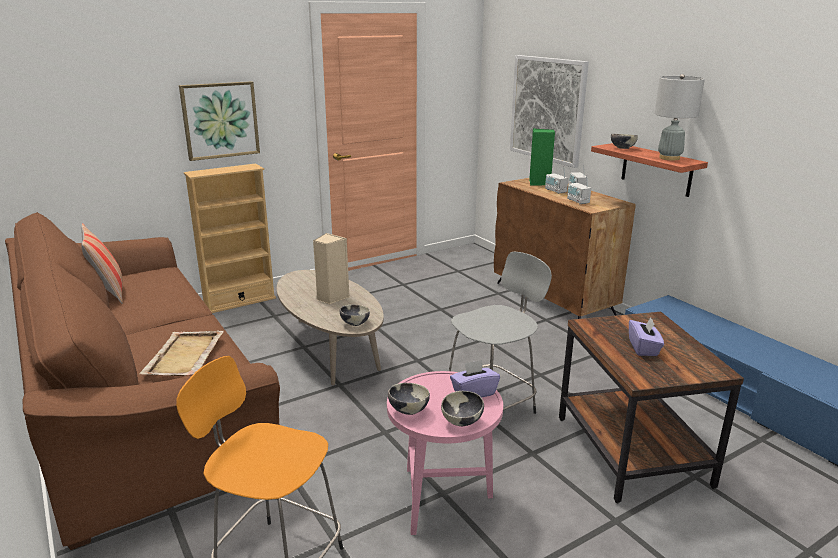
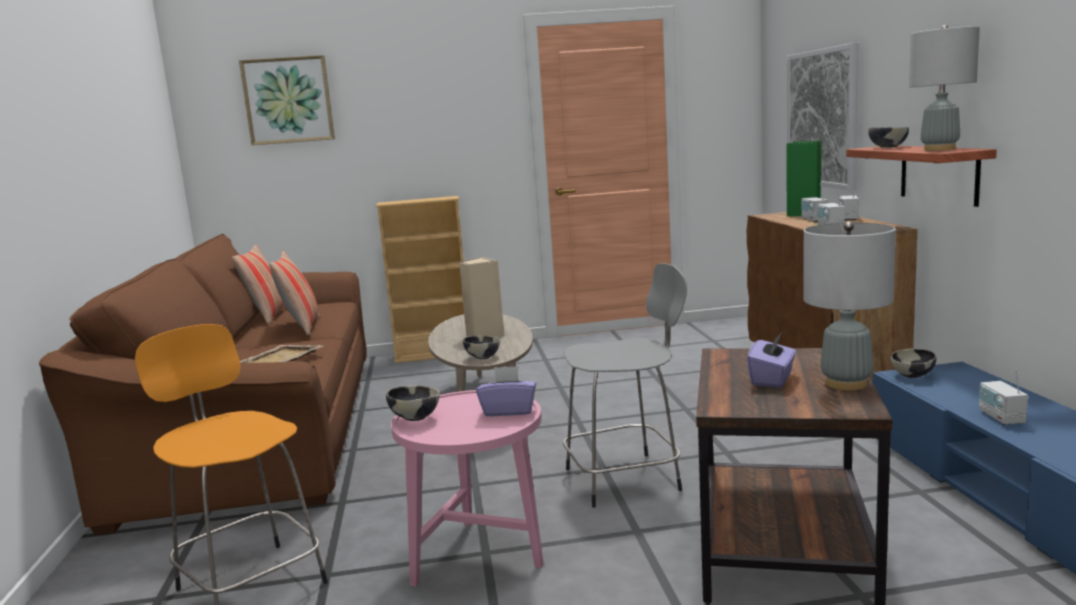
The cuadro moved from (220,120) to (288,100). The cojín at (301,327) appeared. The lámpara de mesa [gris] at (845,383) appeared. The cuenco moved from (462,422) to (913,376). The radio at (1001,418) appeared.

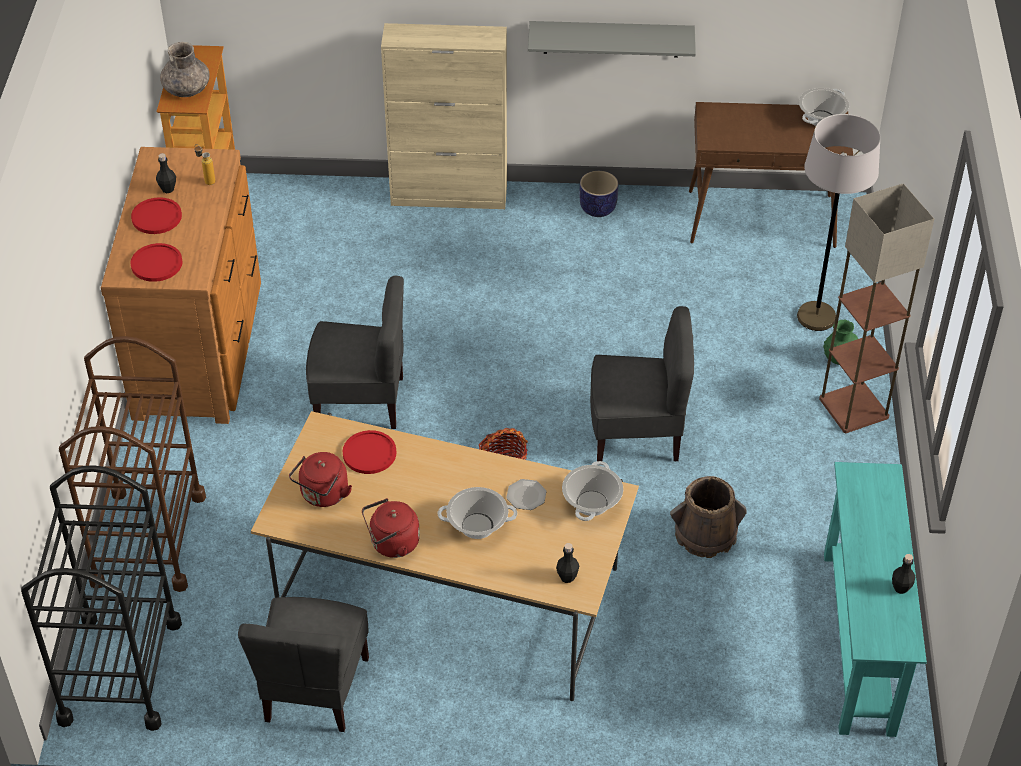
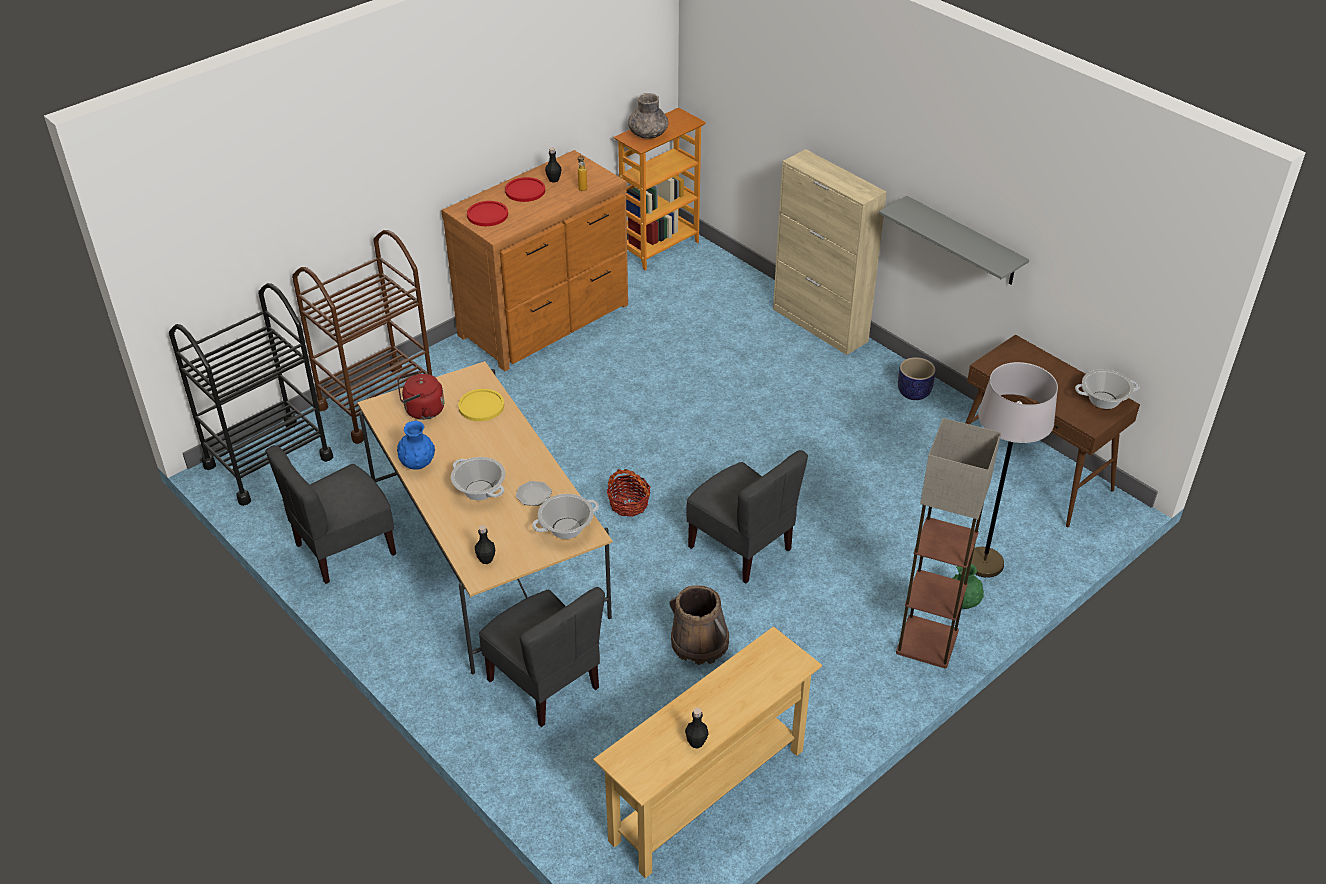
The hervidor [rojo] at (392,544) was replaced by the florero [azul] at (418,464). The plato [rojo] at (369,453) became the plato [amarillo] at (481,406). The silla [gris] moved from (360,401) to (545,683). The mesa consola [turquesa] at (859,642) became the mesa consola [beis] at (708,795).

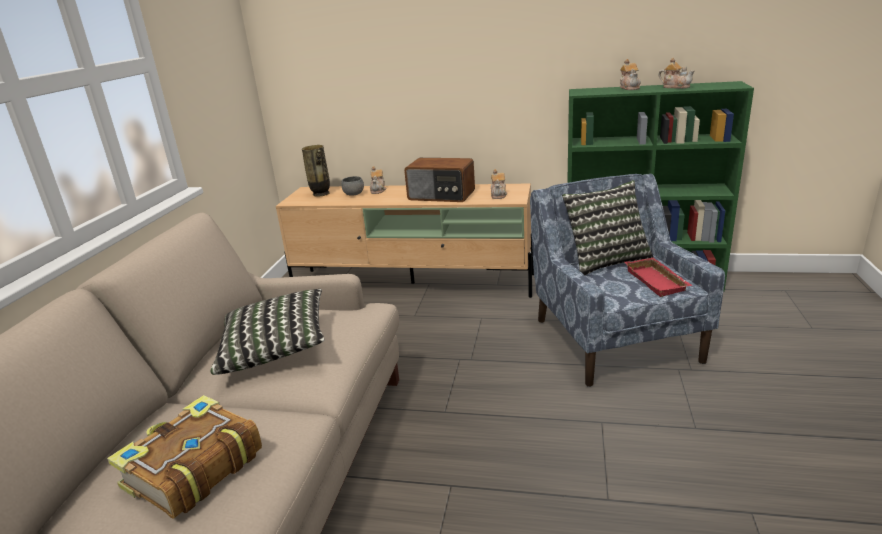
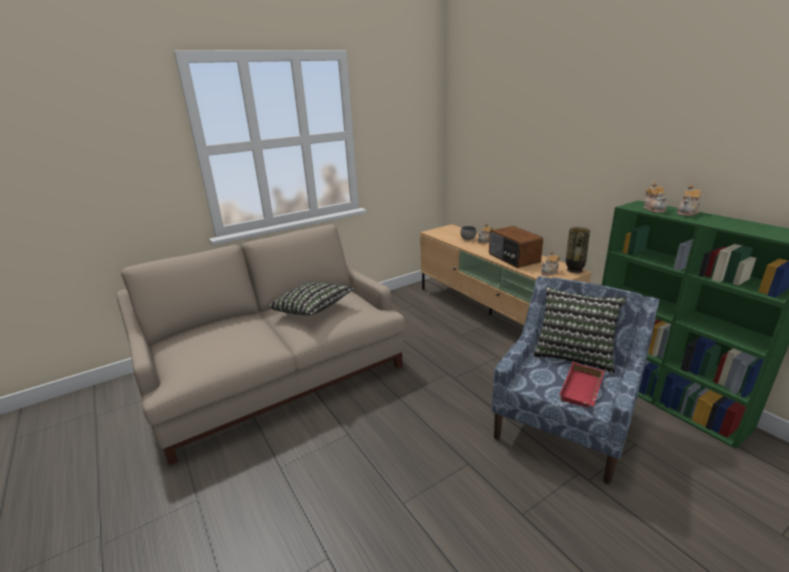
The florero moved from (321,194) to (574,270). The tetera moved from (675,87) to (654,209). The libro at (192,469) disappeared.

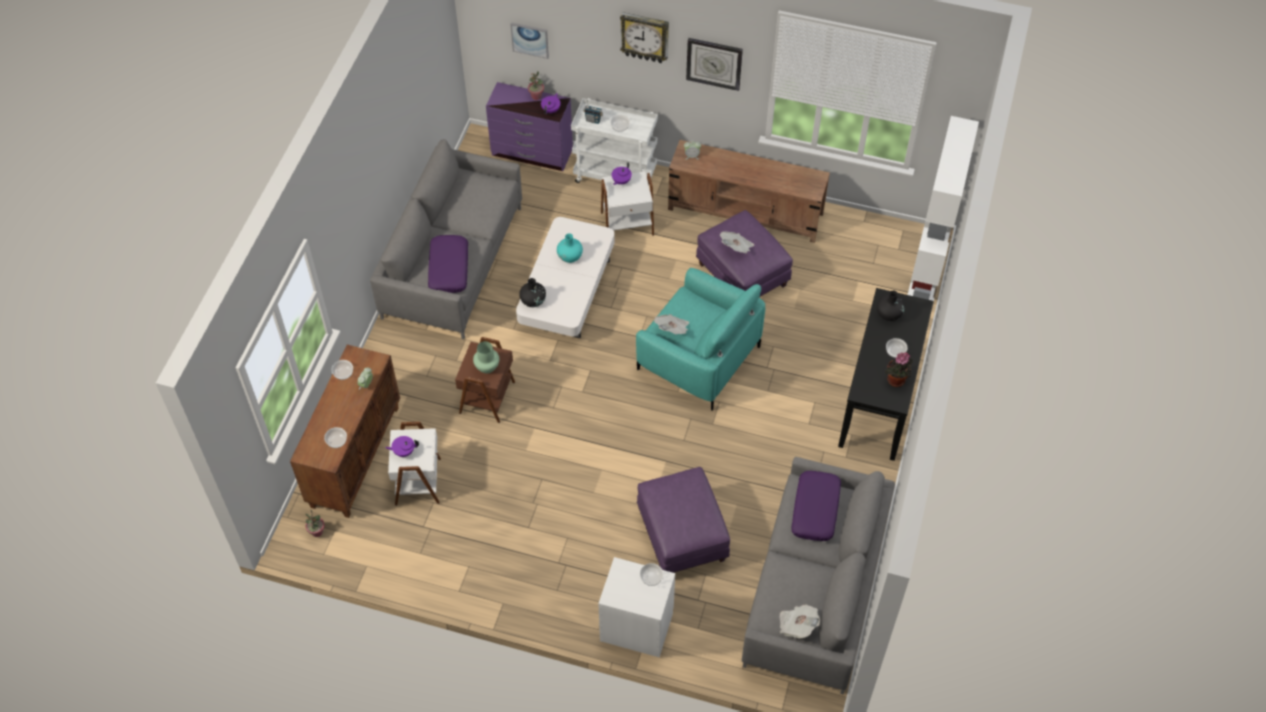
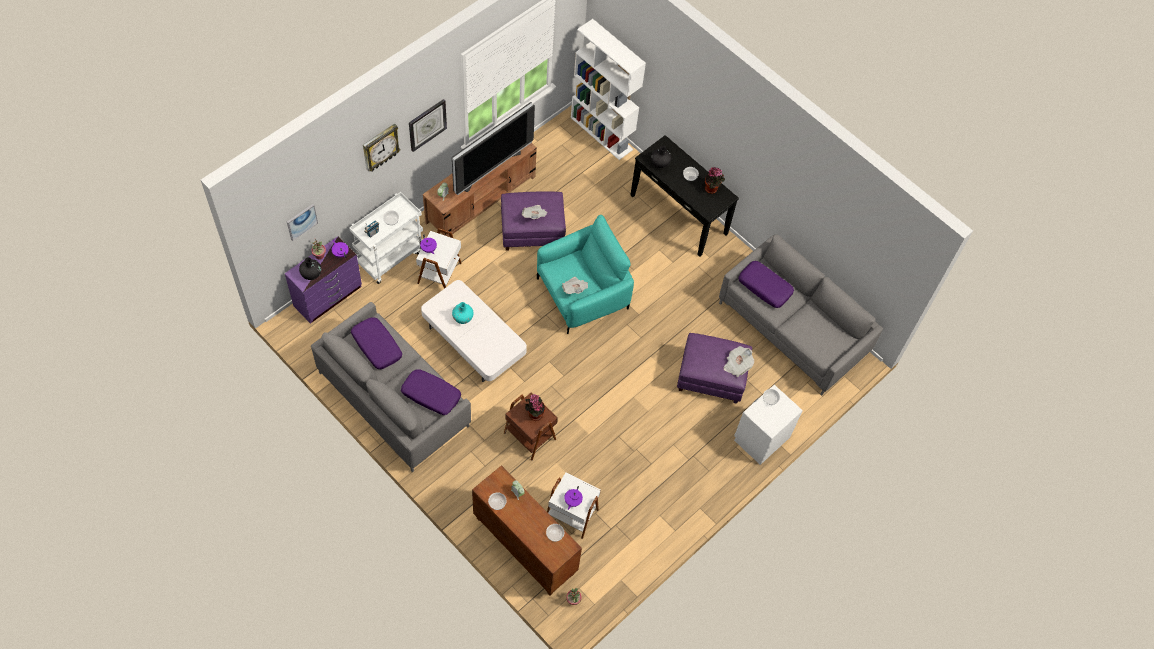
The florero [negro] moved from (533,301) to (311,274). The cojín [morado] at (376,346) appeared. The televisor at (490,168) appeared. The florero [verde] at (487,366) was replaced by the planta en maceta at (534,414). The periódico moved from (797,625) to (737,365).

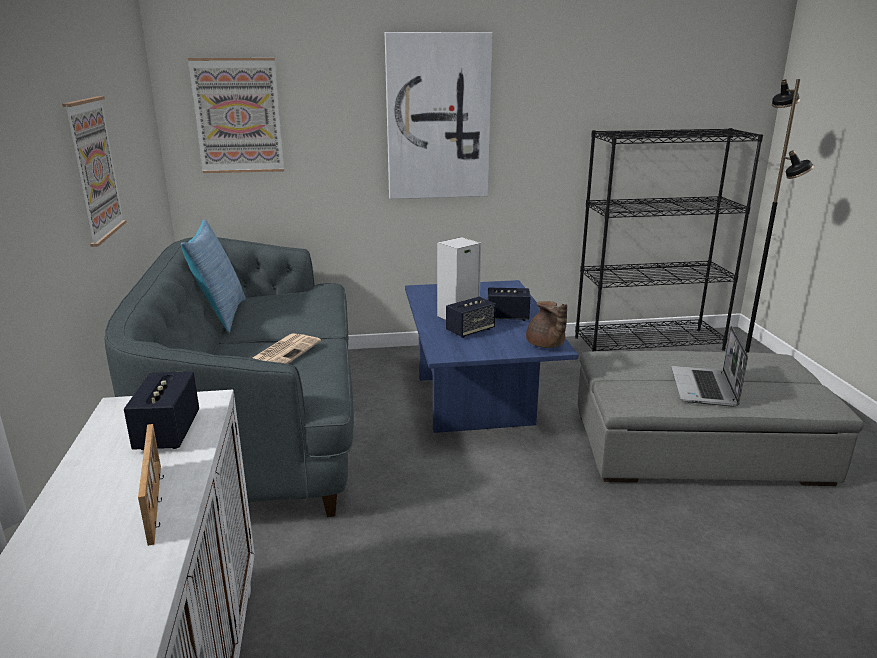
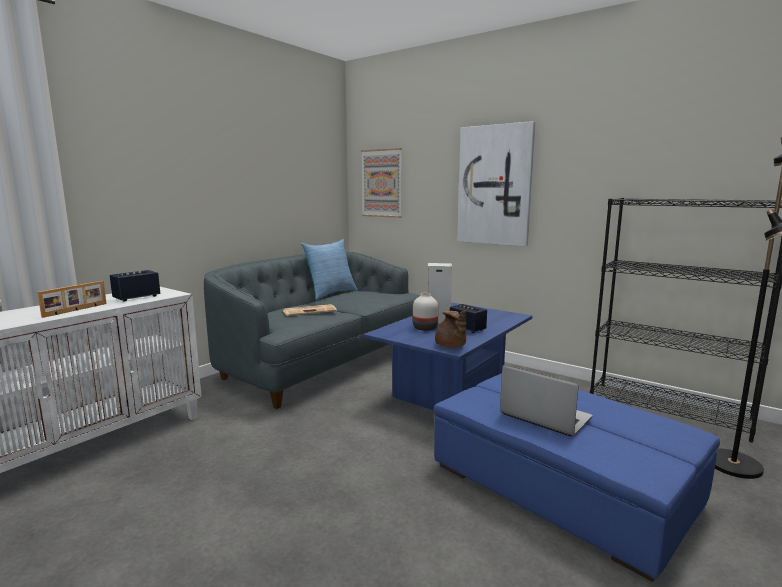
The altavoz at (470,330) was replaced by the florero [blanco] at (425,328). The puf [gris] at (696,446) became the puf [azul] at (561,484). The tetera [marrón] at (546,345) turned 45 degrees counterclockwise. The portátil at (704,388) turned 75 degrees clockwise. The cuadro at (94,169) disappeared.

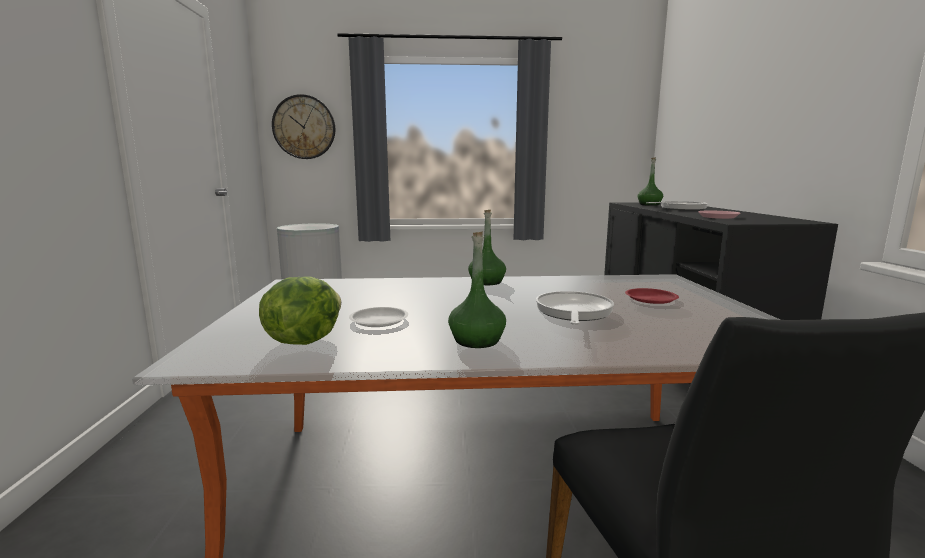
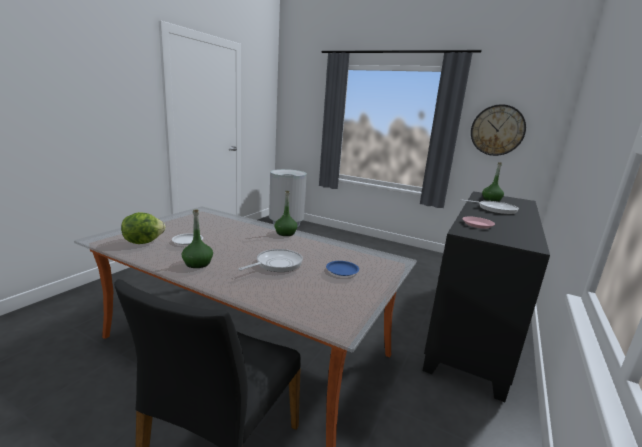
The plato [rojo] at (650,299) became the plato [azul] at (342,270). The reloj de pared moved from (304,127) to (497,130).

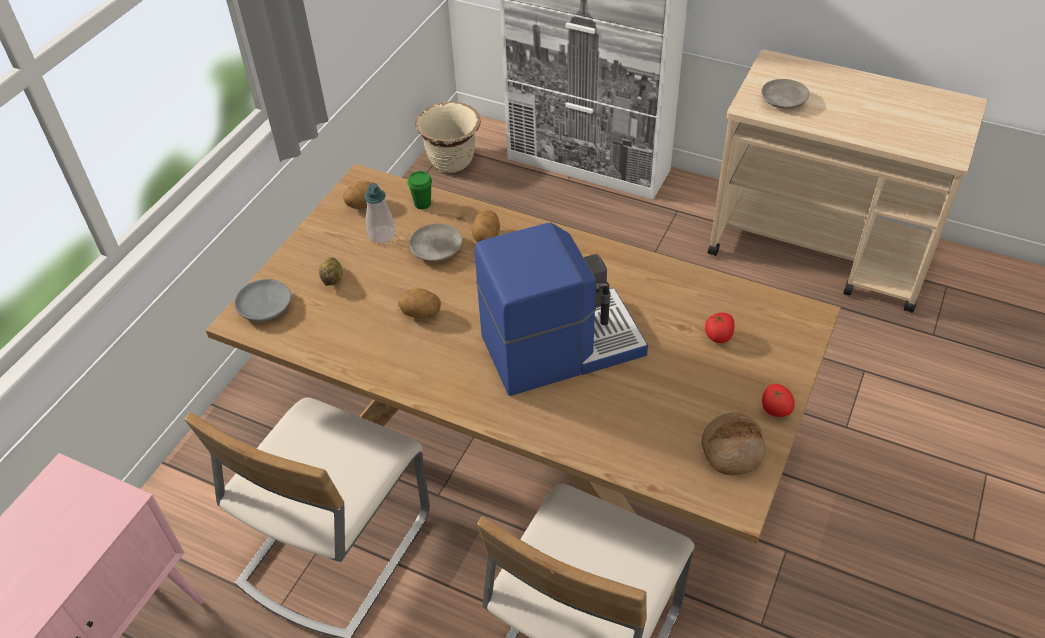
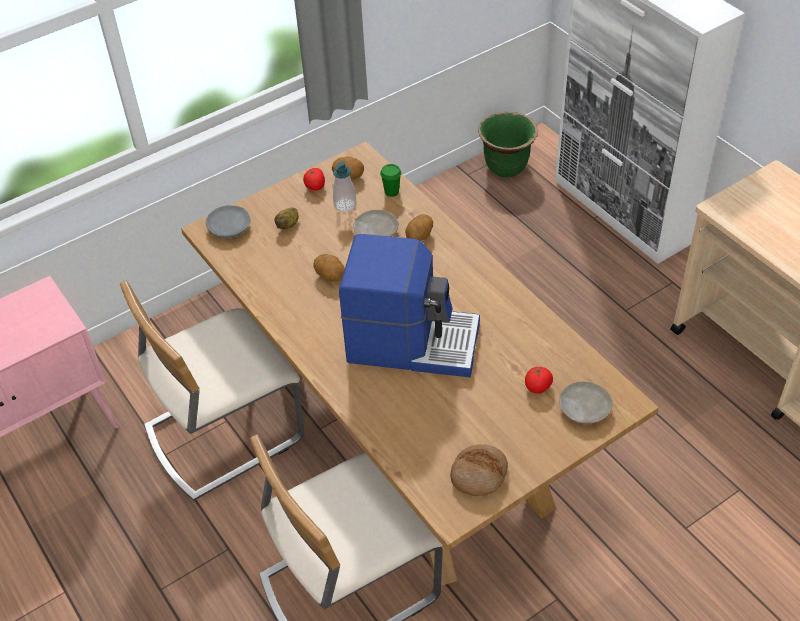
The tomate moved from (775,409) to (315,186). The maceta [beis] at (452,162) became the maceta [verde] at (506,167). The plato [beis] moved from (783,100) to (584,408).

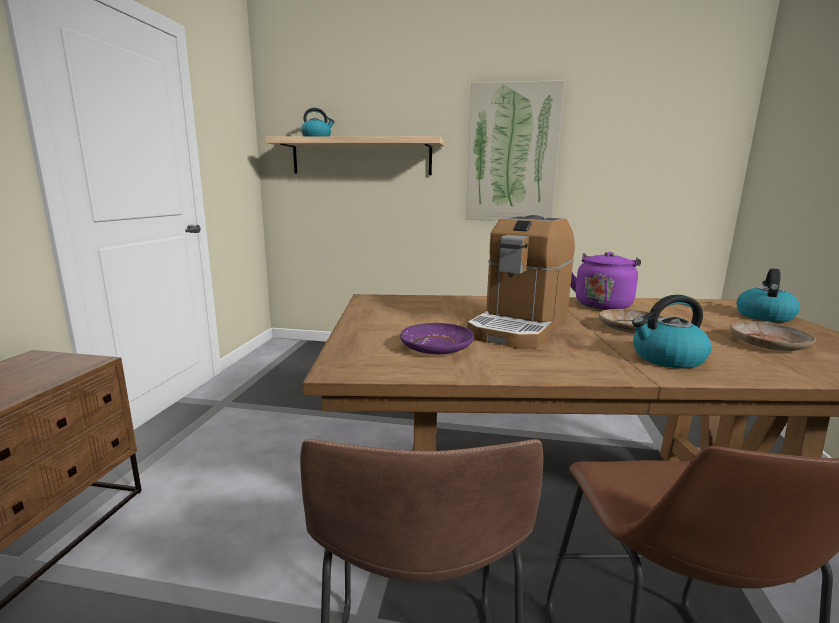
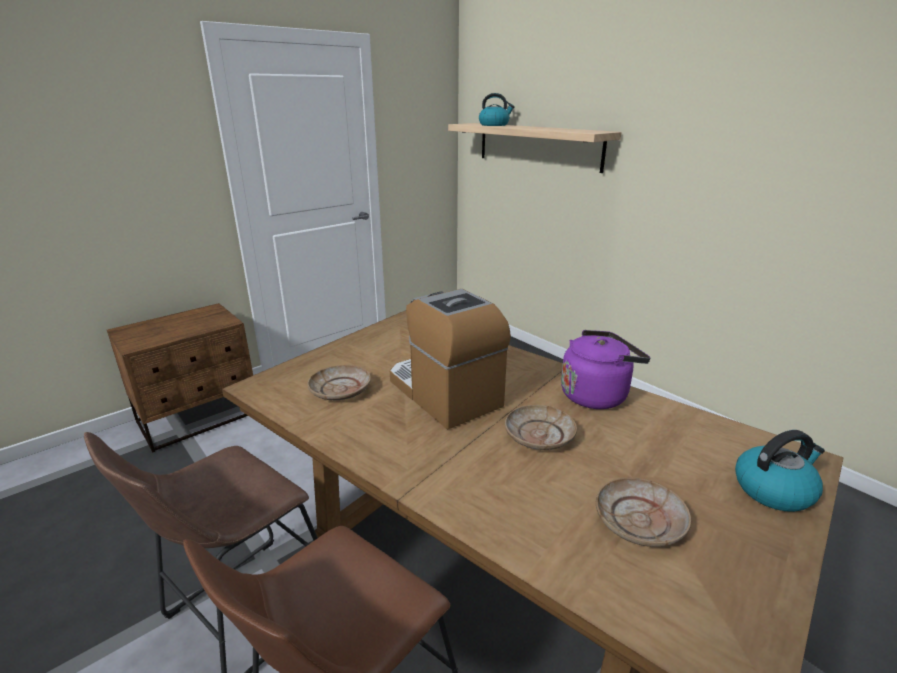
The plato [morado] at (437,347) became the plato [beis] at (340,390). The cafetera at (519,327) turned 75 degrees clockwise. The cuadro at (512,154) disappeared. The hervidor at (667,358) disappeared.

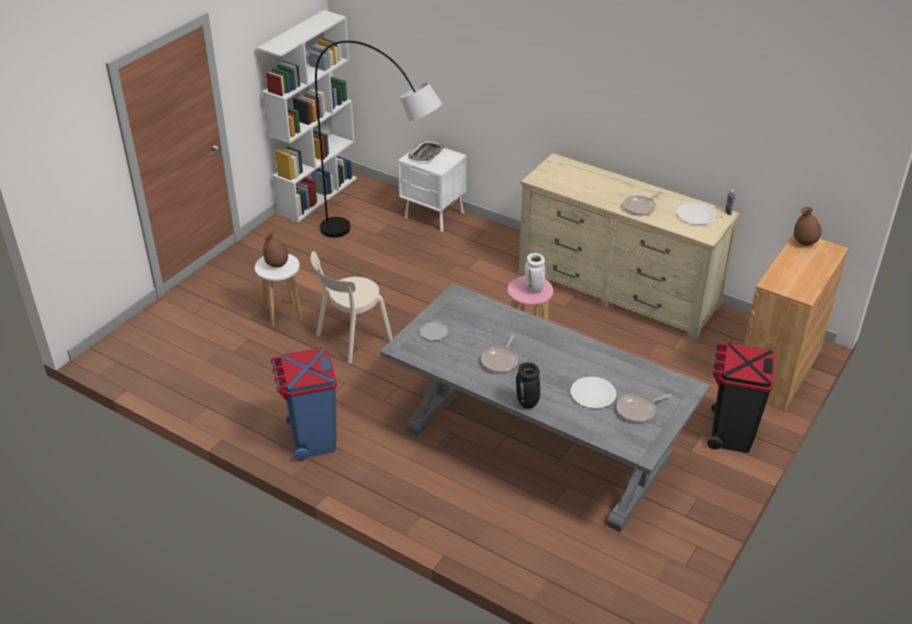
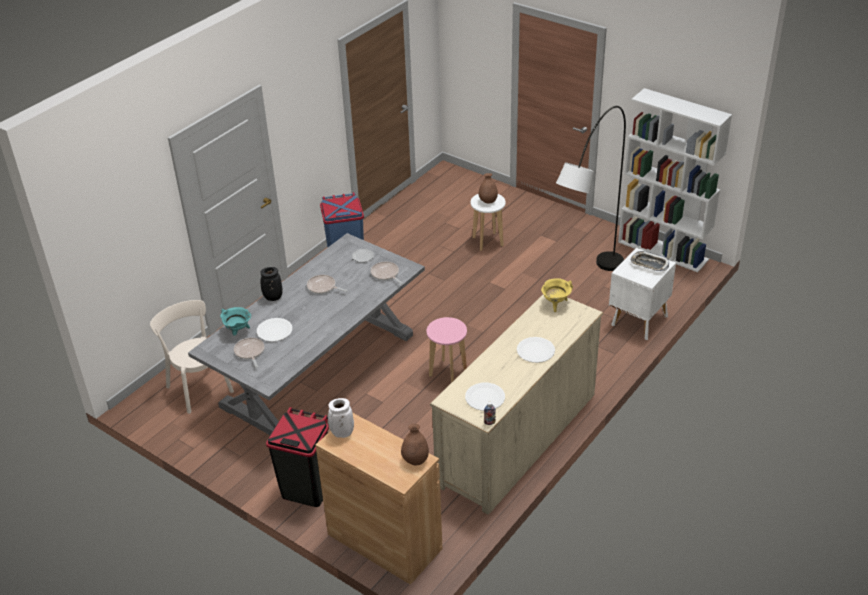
The silla [beis] moved from (351,339) to (198,387). The olla [turquesa] at (238,331) appeared. The florero [blanco] moved from (534,289) to (342,434). The sartén moved from (641,207) to (386,274). The plato [blanco] at (535,351) appeared. The olla [amarillo] at (555,304) appeared.

